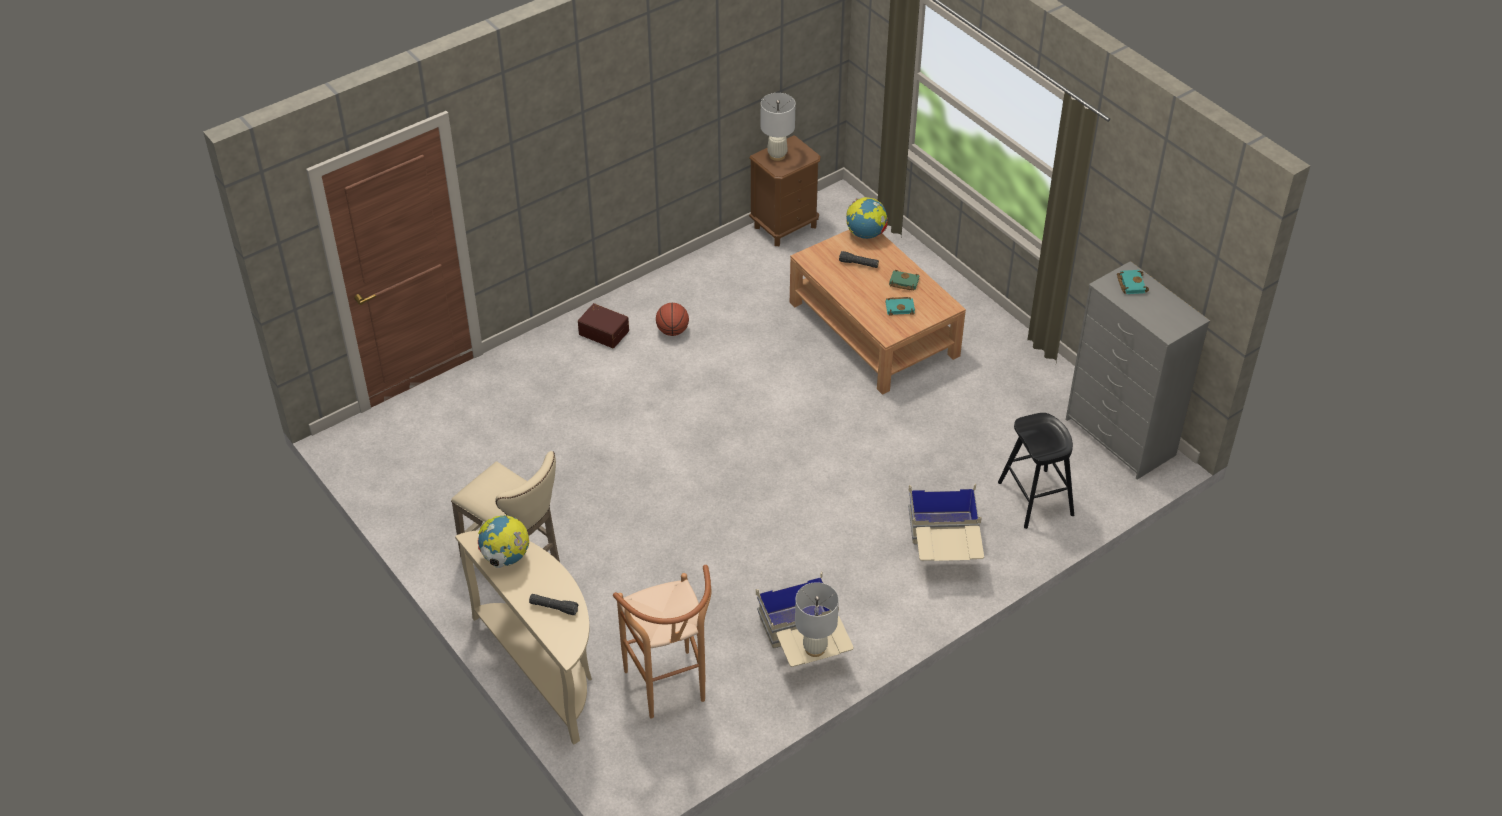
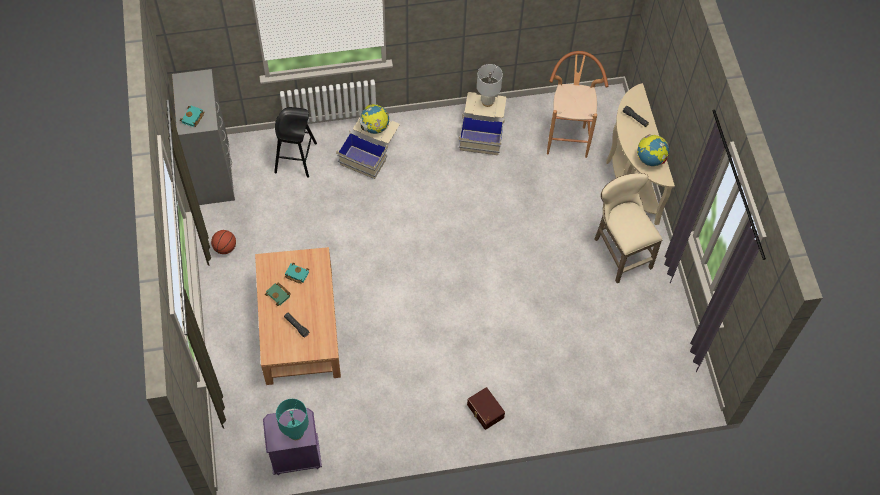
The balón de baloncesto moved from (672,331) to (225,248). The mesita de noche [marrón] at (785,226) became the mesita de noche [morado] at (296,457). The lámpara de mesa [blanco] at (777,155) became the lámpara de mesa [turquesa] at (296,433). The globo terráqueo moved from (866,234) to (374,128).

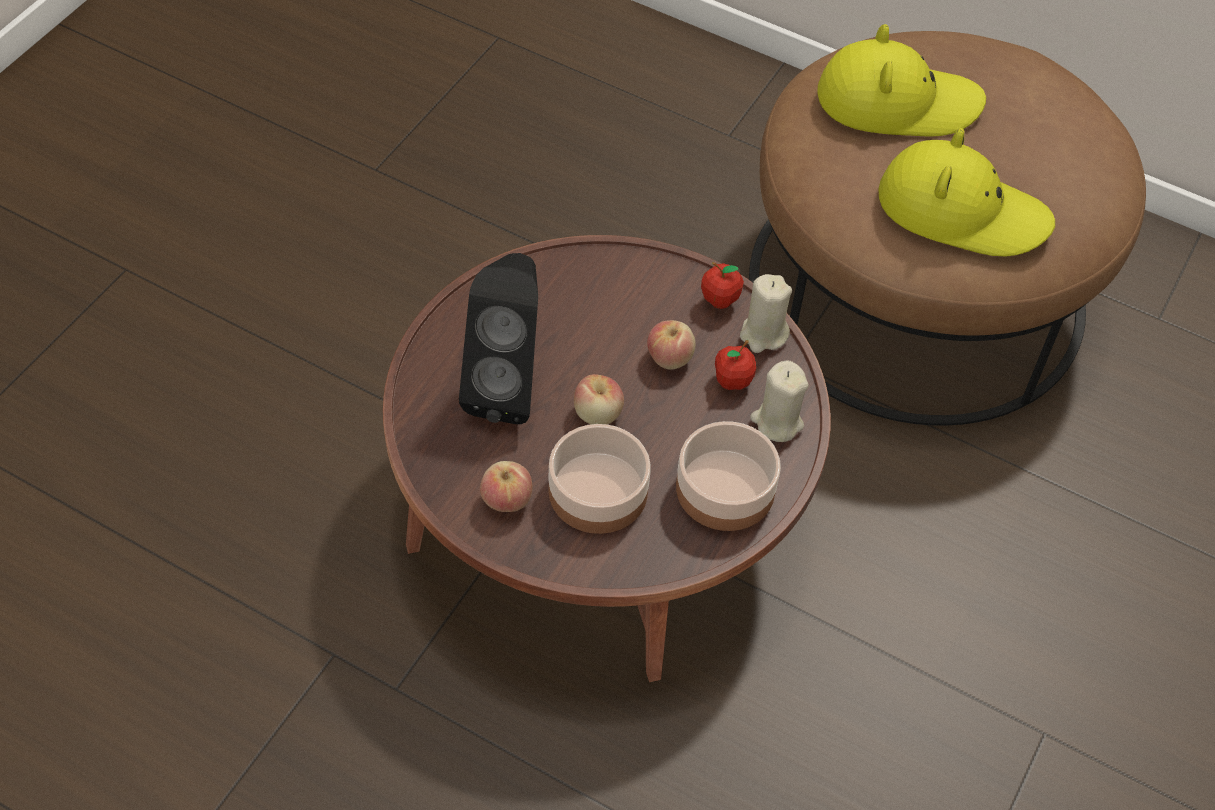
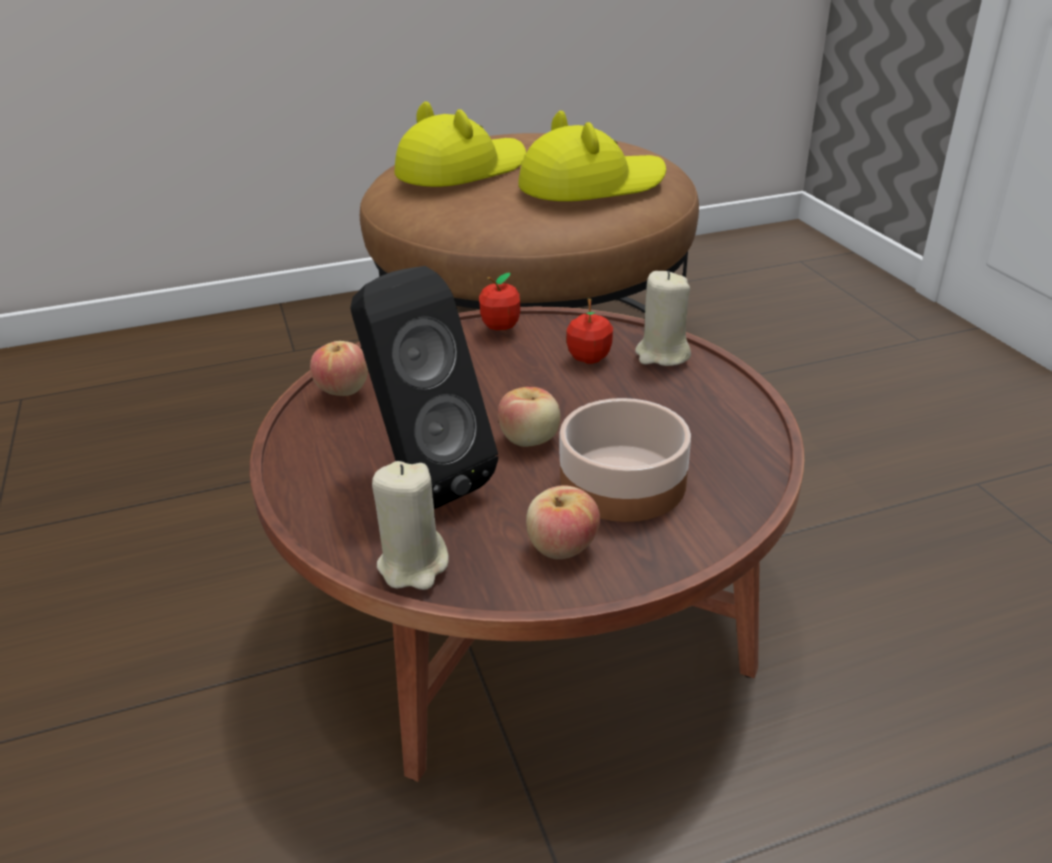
The manzana moved from (669,358) to (342,390). The vela [beis] moved from (763,334) to (413,565). The cuenco at (727,489) disappeared.

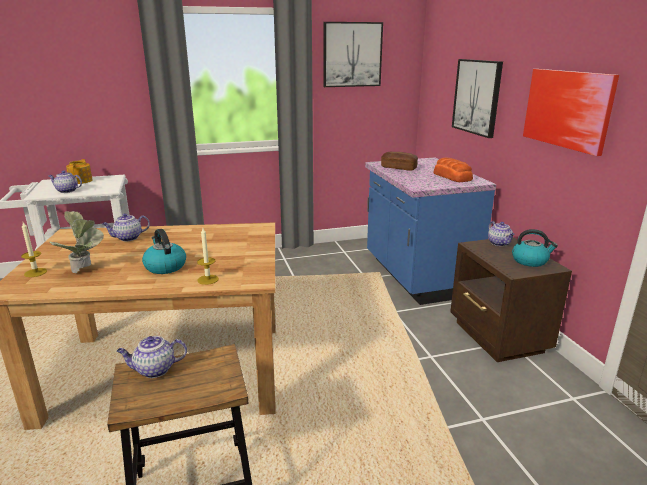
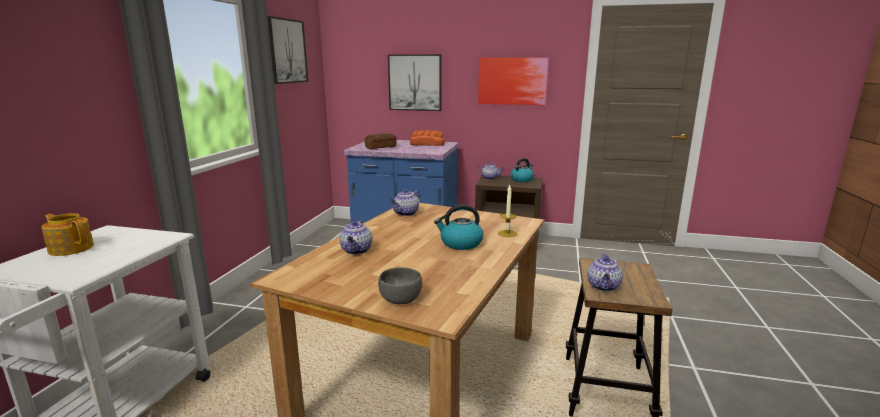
The vela at (35,272) was replaced by the cuenco [gris] at (401,299). The tetera moved from (66,191) to (406,213). The planta en maceta at (85,271) disappeared.

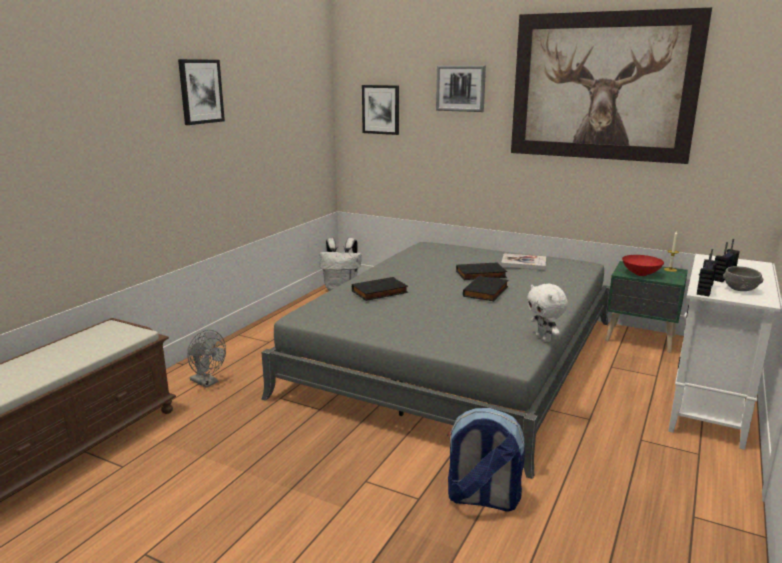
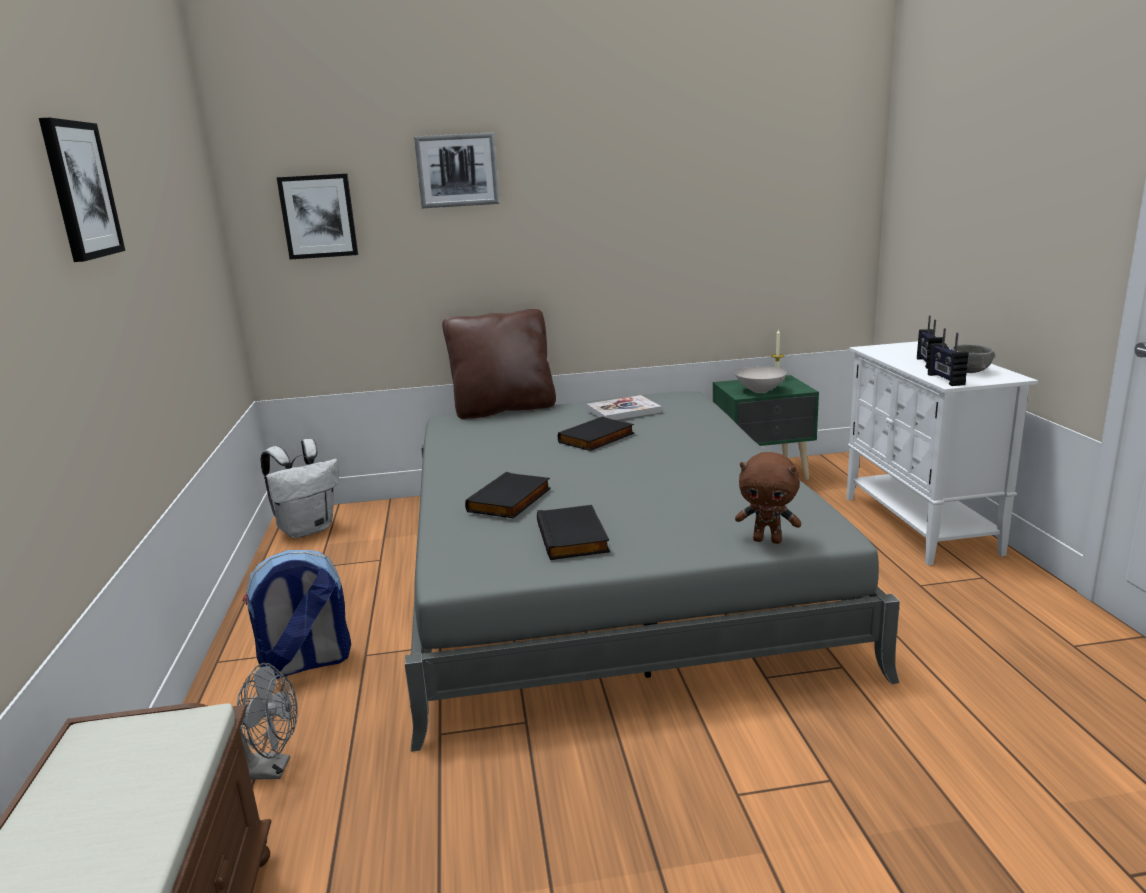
The mochila moved from (481,499) to (305,663). The cojín [marrón] at (504,409) appeared. The libro [negro] moved from (486,292) to (574,537). The cuenco [rojo] at (641,274) became the cuenco [blanco] at (760,390). The peluche [marrón] at (767,540) appeared. The cuadro at (602,87) disappeared. The peluche [blanco] at (544,339) disappeared.

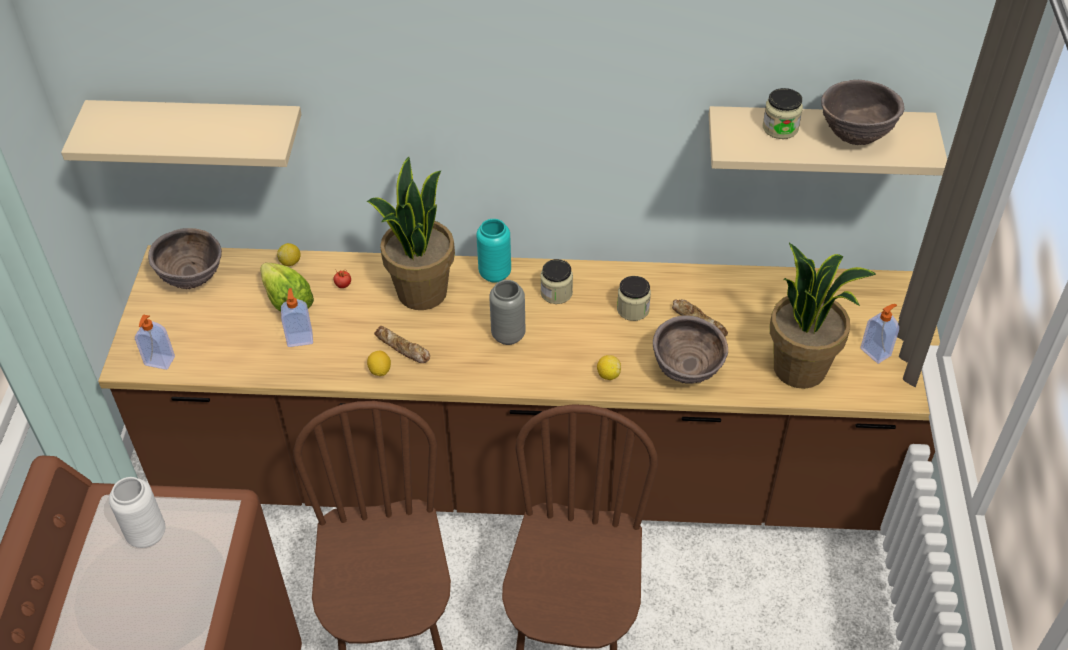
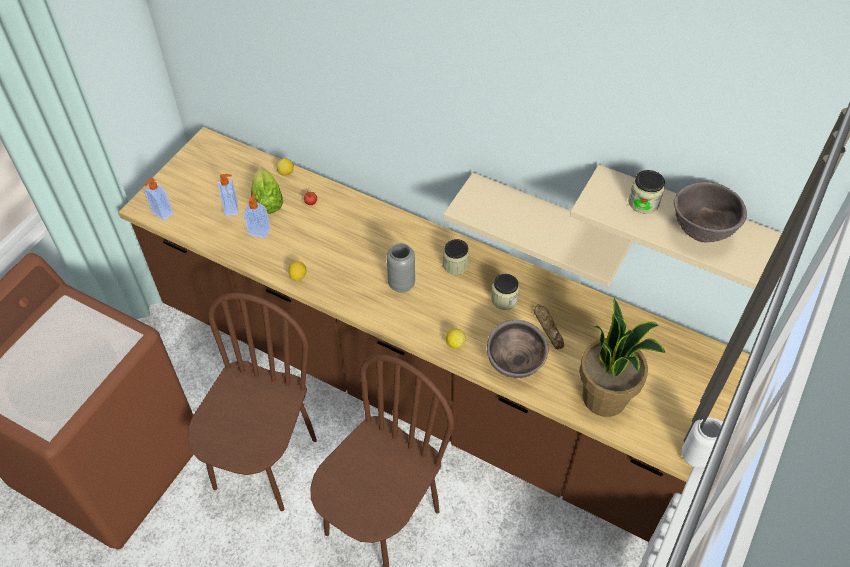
The dispensador de jabón moved from (876,352) to (232,208). The estante [beis] moved from (199,131) to (548,222). The florero [blanco] moved from (147,534) to (695,456). The cuenco [marrón] at (193,280) disappeared. The planta en maceta at (421,291) disappeared. The pan at (402,348) disappeared. The florero [turquesa] at (495,274) disappeared.

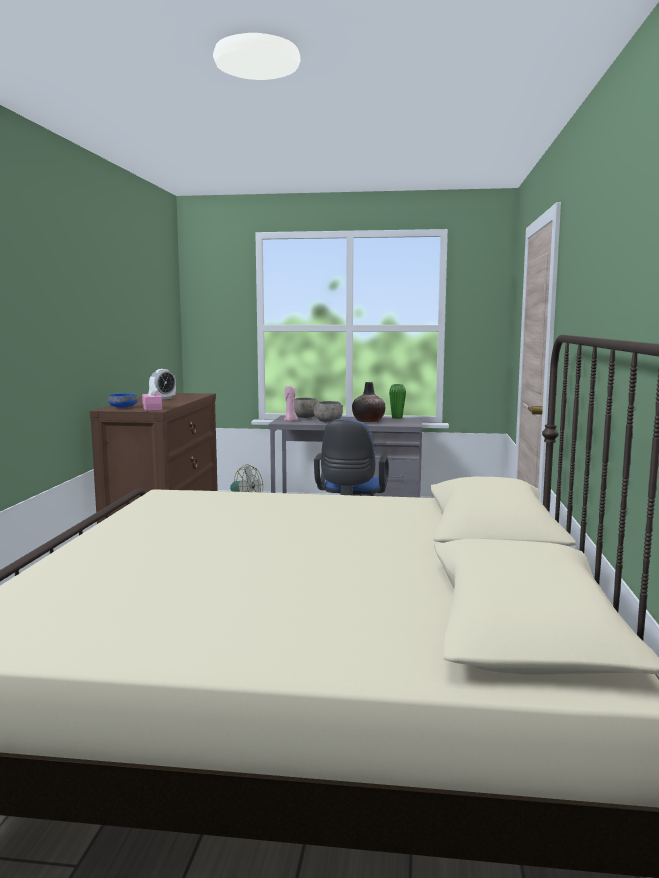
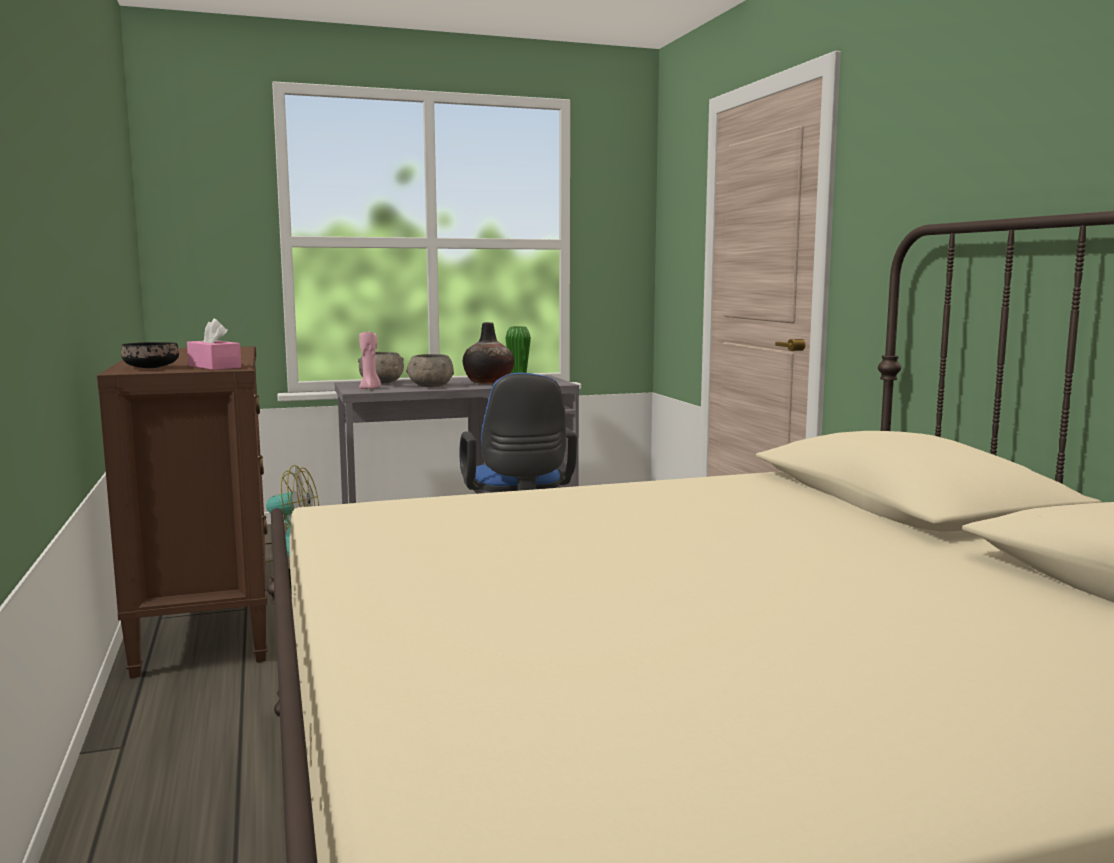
The cuenco [azul] at (123,407) became the cuenco [negro] at (151,367). The despertador at (163,398) disappeared.

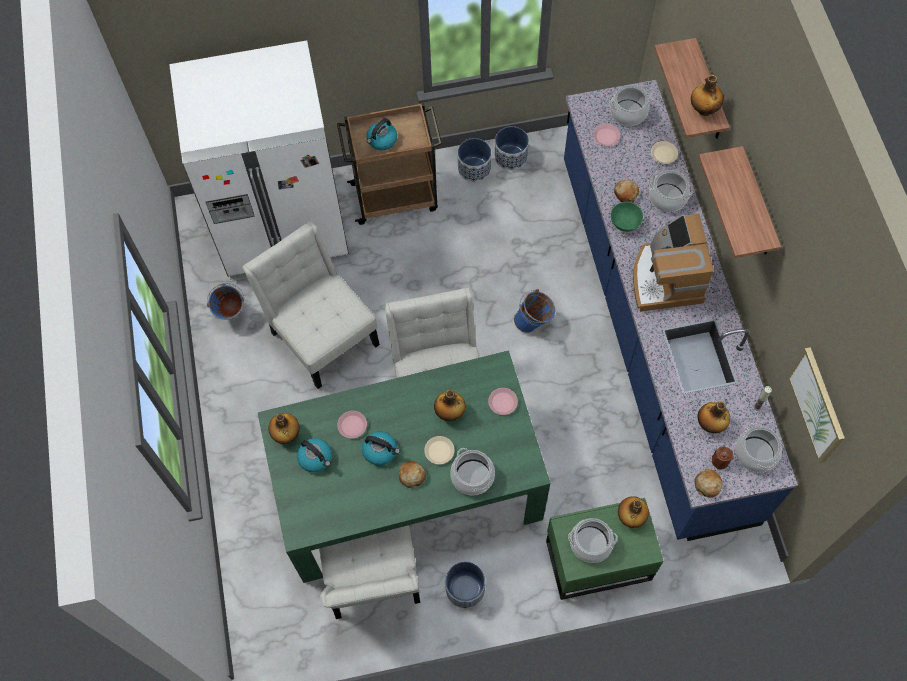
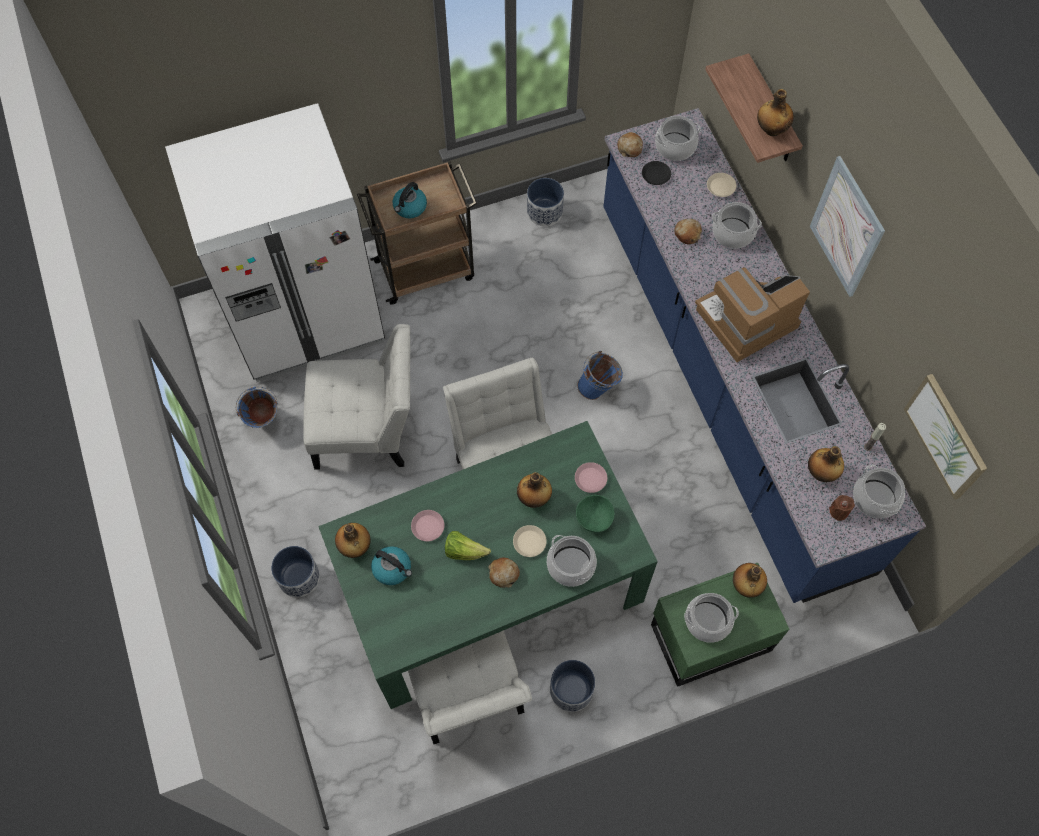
The maceta moved from (474,169) to (299,577). The silla [blanco] at (321,333) turned 135 degrees clockwise. The hervidor at (380,451) was replaced by the lechuga at (464,551). The cuenco [verde] moved from (624,223) to (594,519). The pan moved from (707,484) to (629,148). The plato [rosa] at (606,136) became the plato [negro] at (655,175). The cafetera at (665,278) turned 75 degrees clockwise. The estante at (757,206) was replaced by the cuadro at (846,227).

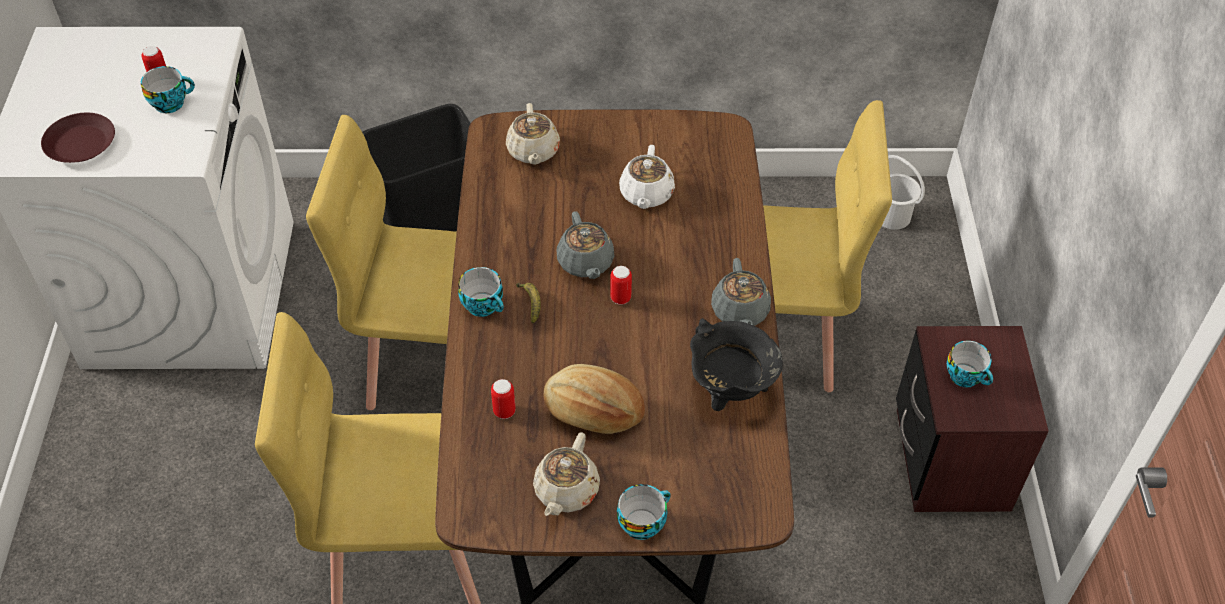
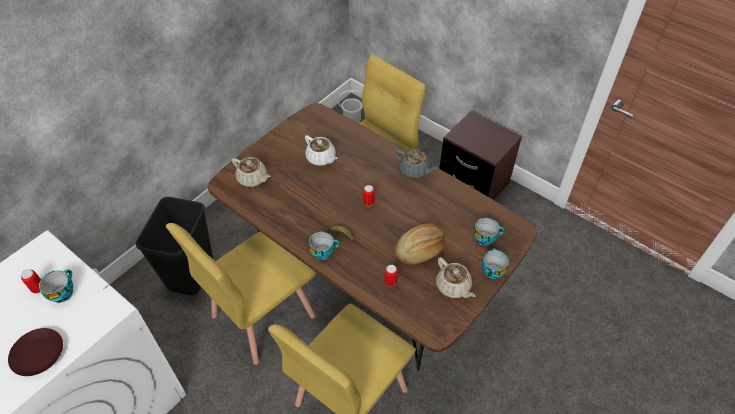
The taza moved from (966,376) to (485,238). The tetera [gris] at (585,263) disappeared. The olla [negro] at (729,392) disappeared.

